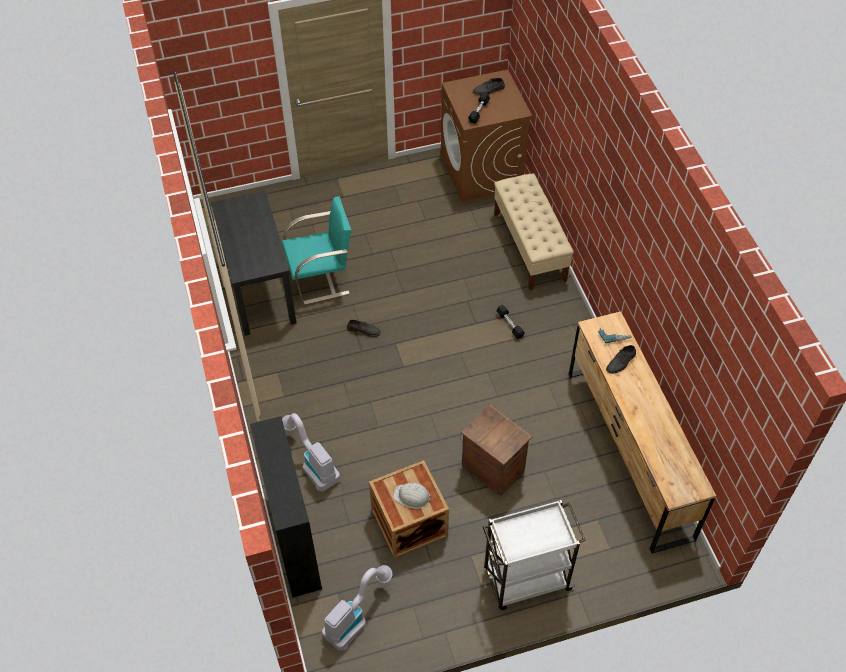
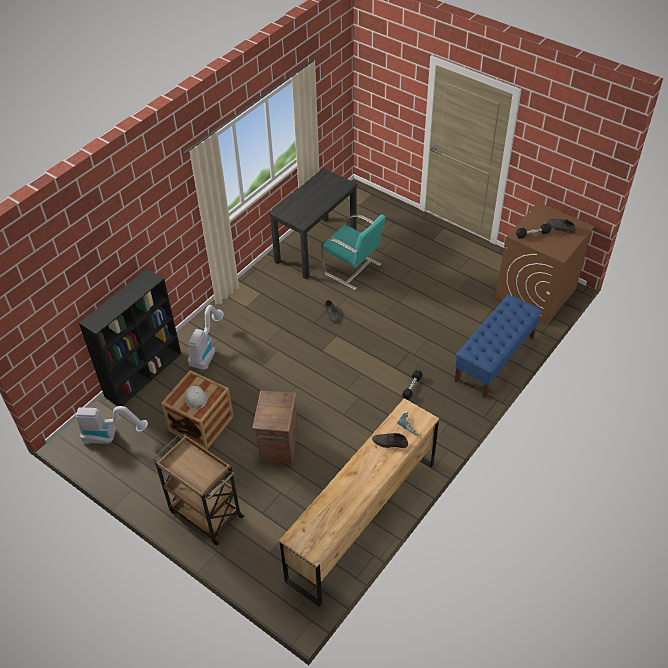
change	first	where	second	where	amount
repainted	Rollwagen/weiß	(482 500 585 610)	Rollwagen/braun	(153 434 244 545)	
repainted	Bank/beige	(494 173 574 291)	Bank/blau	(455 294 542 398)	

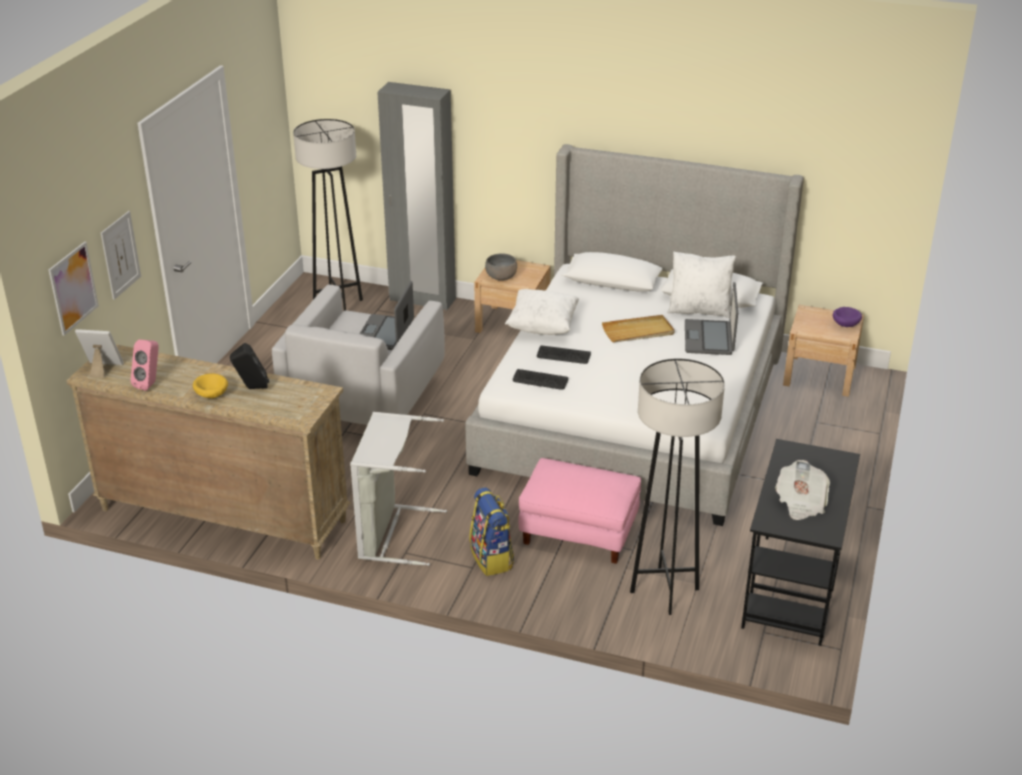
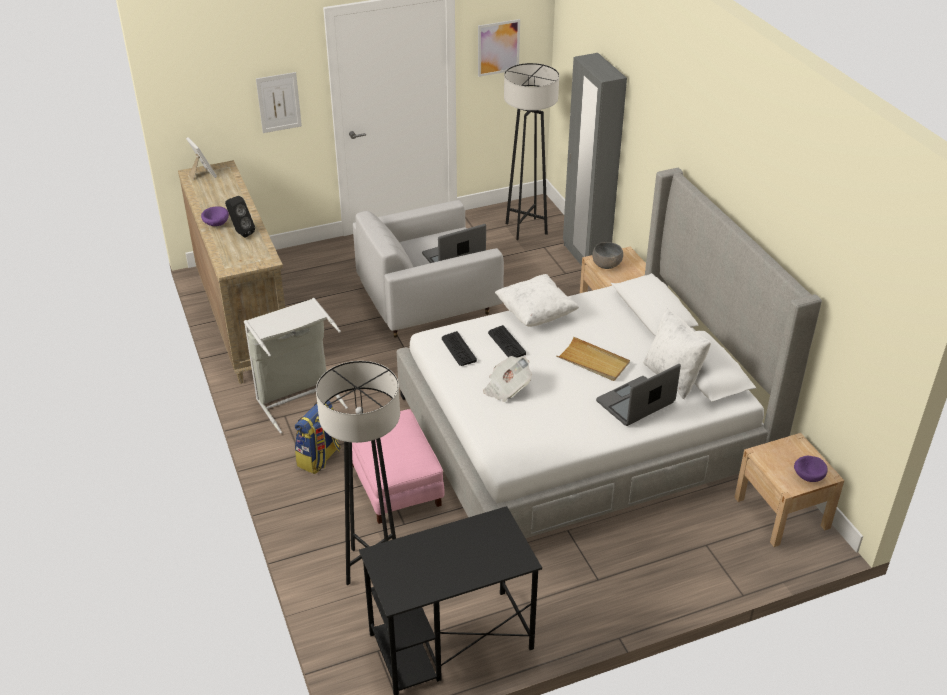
change	first	where	second	where	amount
shifted	Bild	(49 242 99 336)		(478 19 520 77)	
gone	Lautsprecher/rosa	(131 340 159 391)			
repainted	Schüssel/gelb	(193 373 228 398)	Schüssel/lila	(201 206 229 226)	
shifted	Zeitung	(775 460 830 520)		(483 356 532 402)	

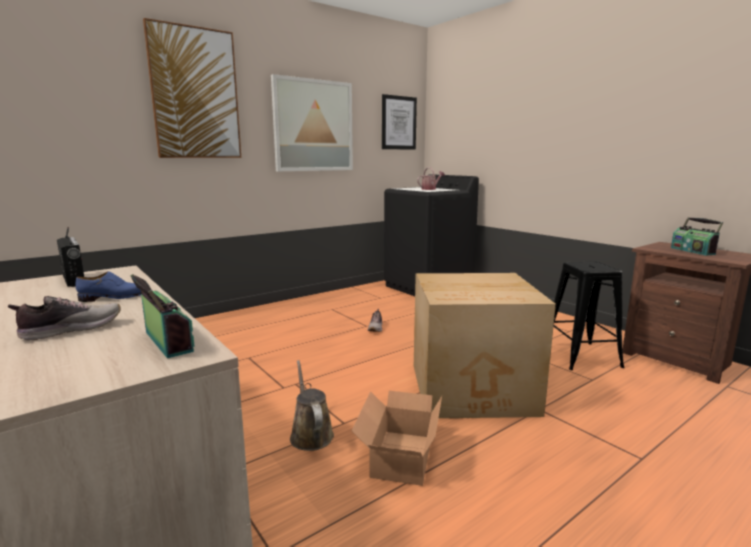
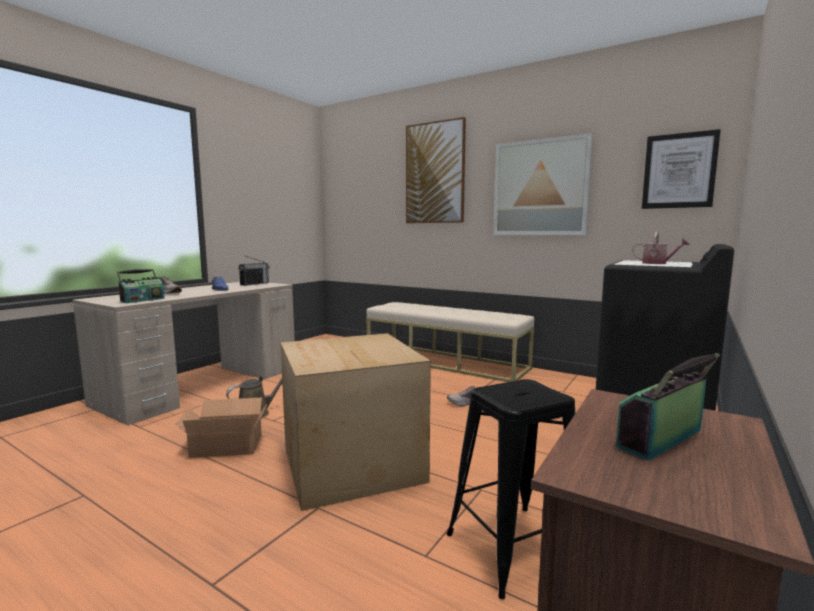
change	first	where	second	where	amount
new			Bank/beige	(367 302 534 382)	

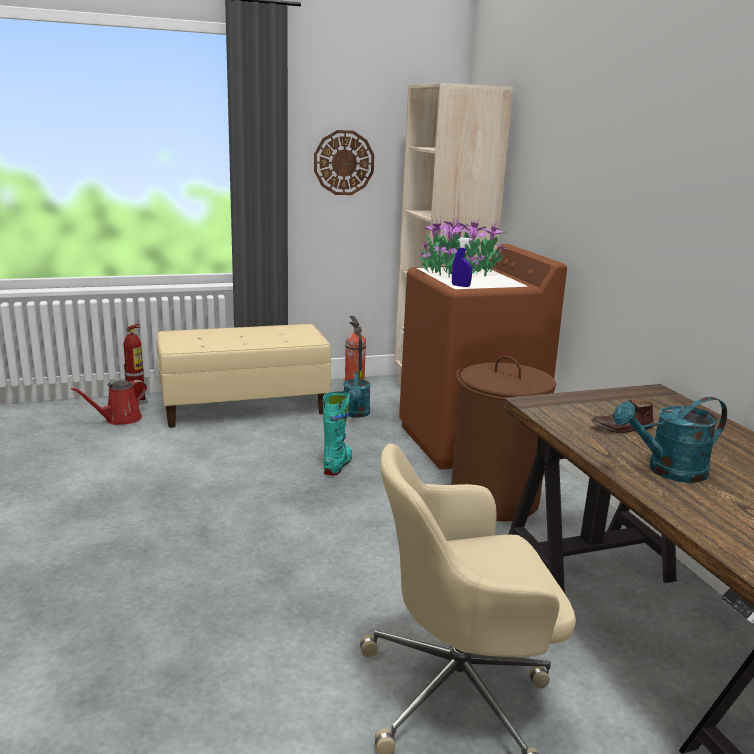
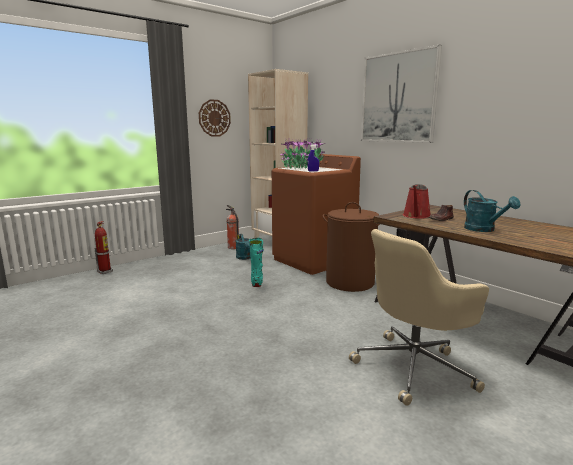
change	first	where	second	where	amount
shifted	Gießkanne/rot	(71 380 147 425)		(403 184 431 219)	
gone	Bank/beige	(157 324 331 428)			
rotated	Gießkanne/türkis	(613 397 727 483)		(464 190 520 232)	75 degrees counterclockwise
new			Bild	(361 45 442 143)	

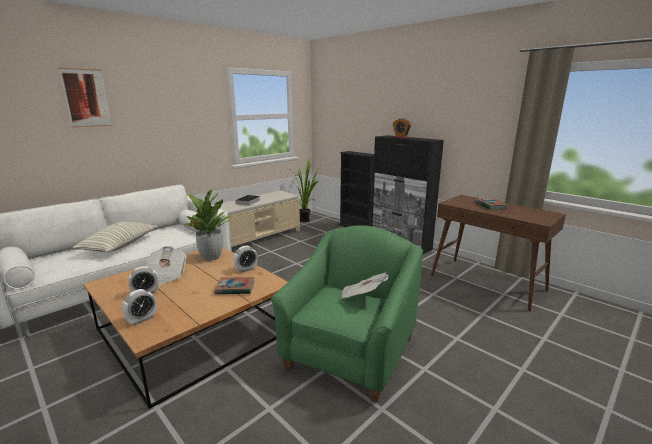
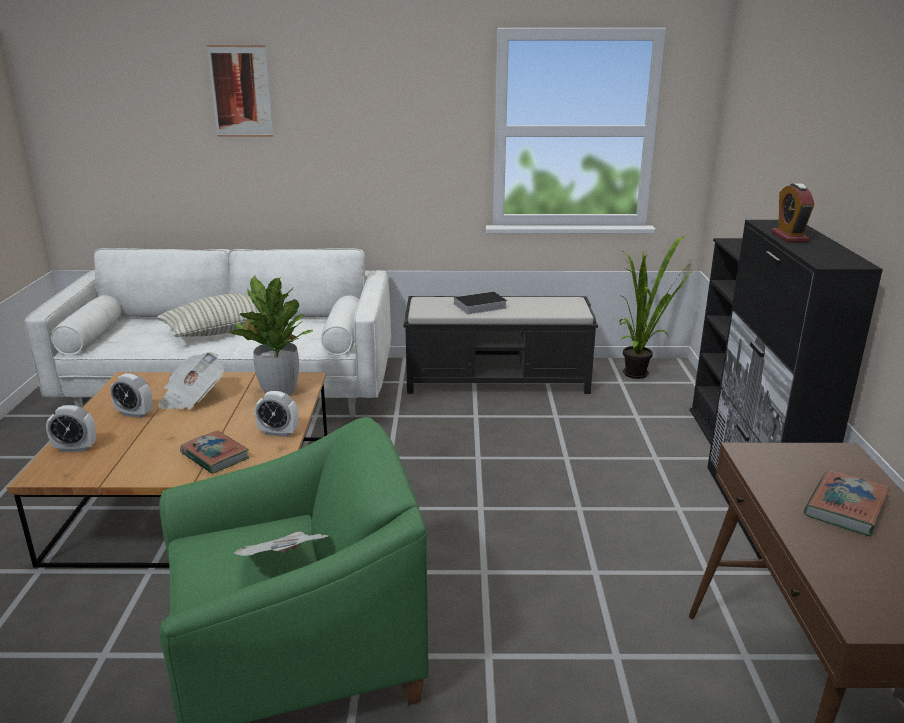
change	first	where	second	where	amount
repainted	Bank/beige	(220 190 300 247)	Bank/schwarz	(404 296 598 394)	

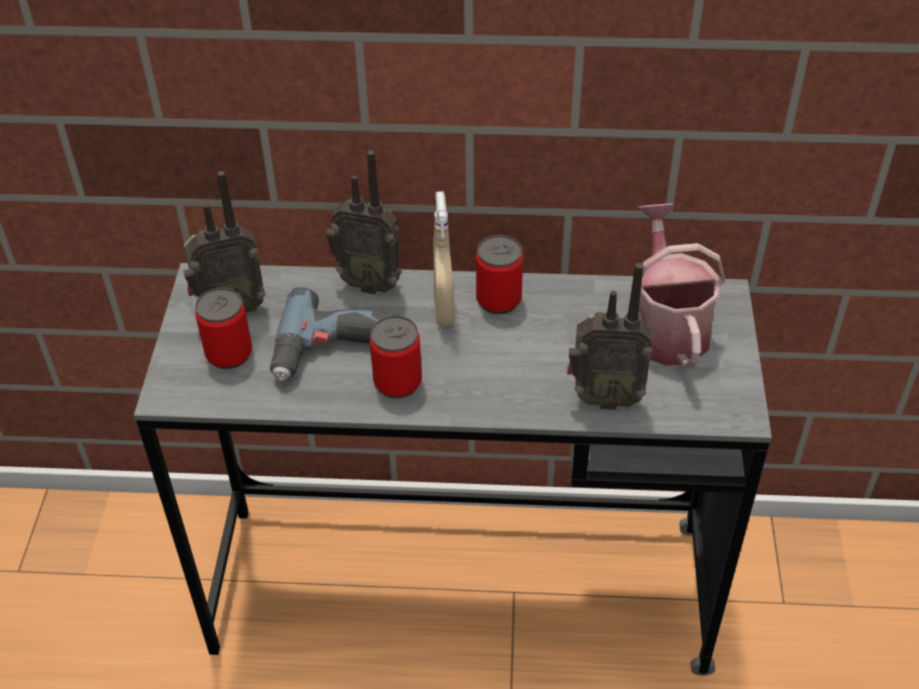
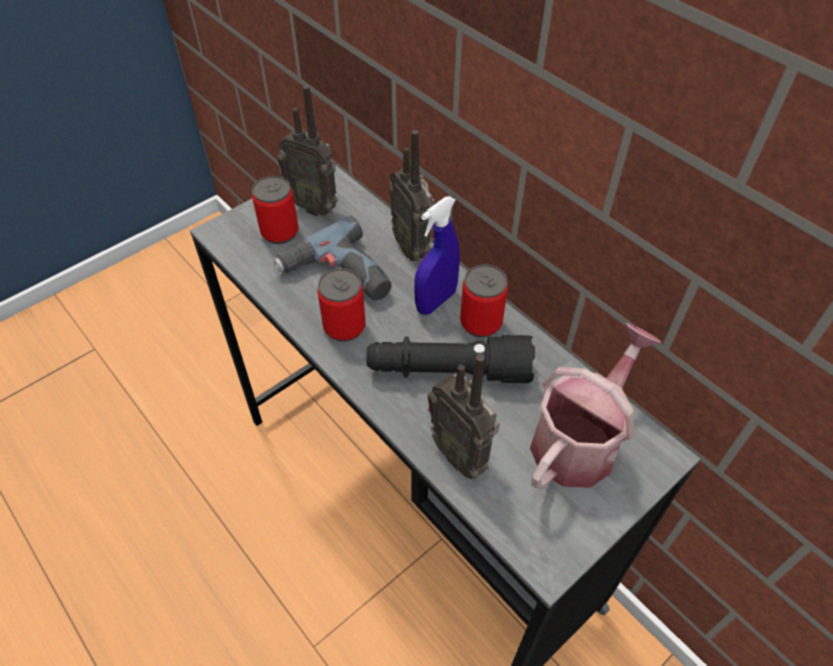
change	first	where	second	where	amount
repainted	Sprühflasche/beige	(433 191 454 327)	Sprühflasche/blau	(414 196 460 315)	
new			Taschenlampe/schwarz	(366 335 535 383)	

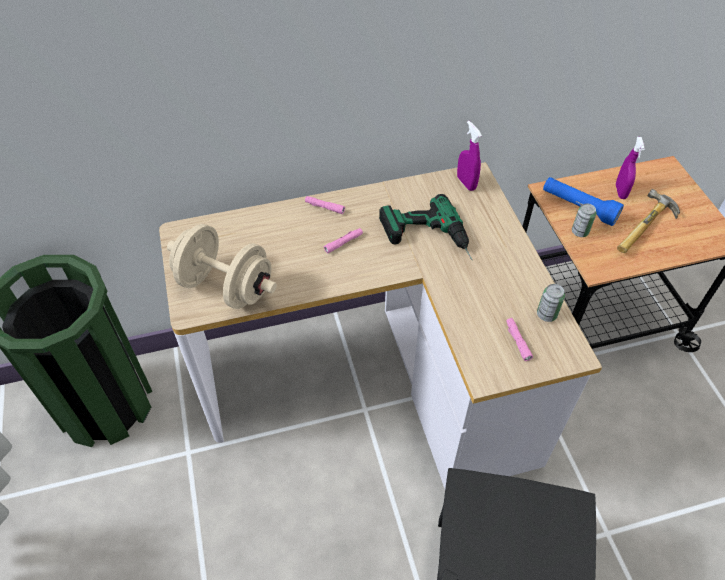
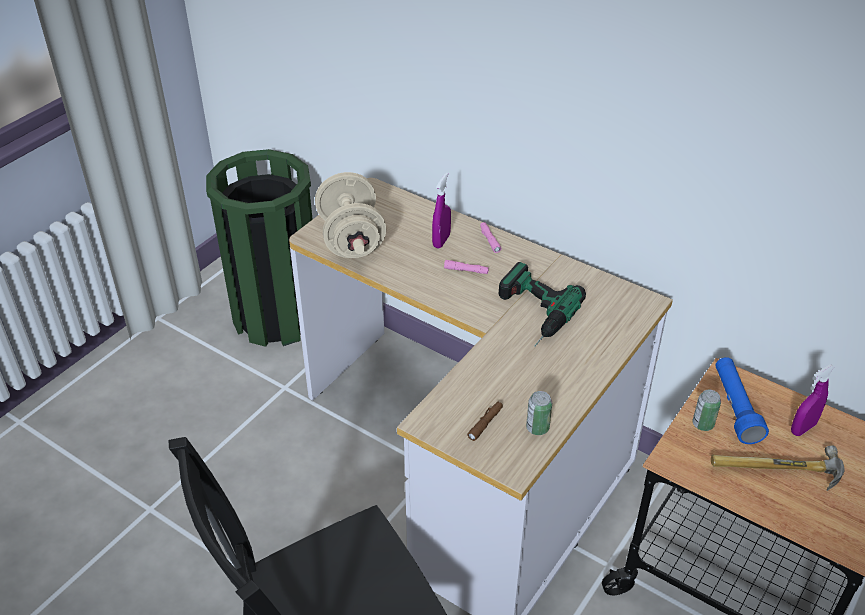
change	first	where	second	where	amount
shifted	Sprühflasche/lila	(457 121 482 191)		(432 173 451 249)	
repainted	Taschenlampe/rosa	(506 318 533 361)	Taschenlampe/braun	(467 402 503 441)	

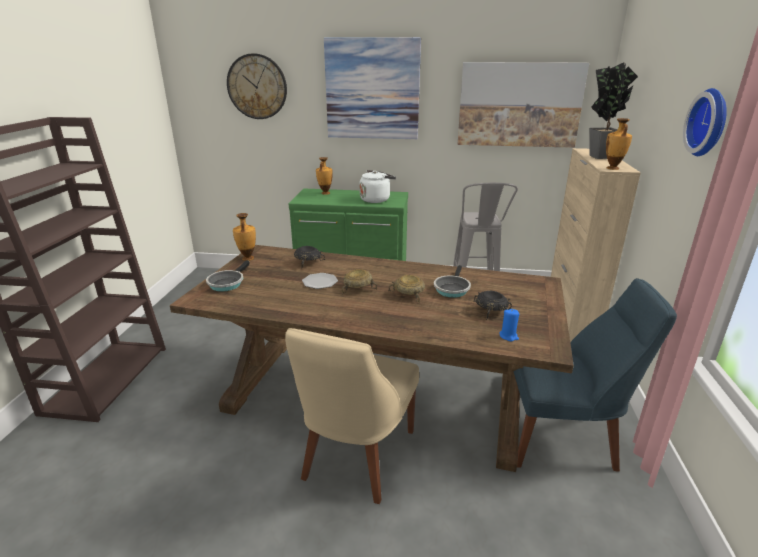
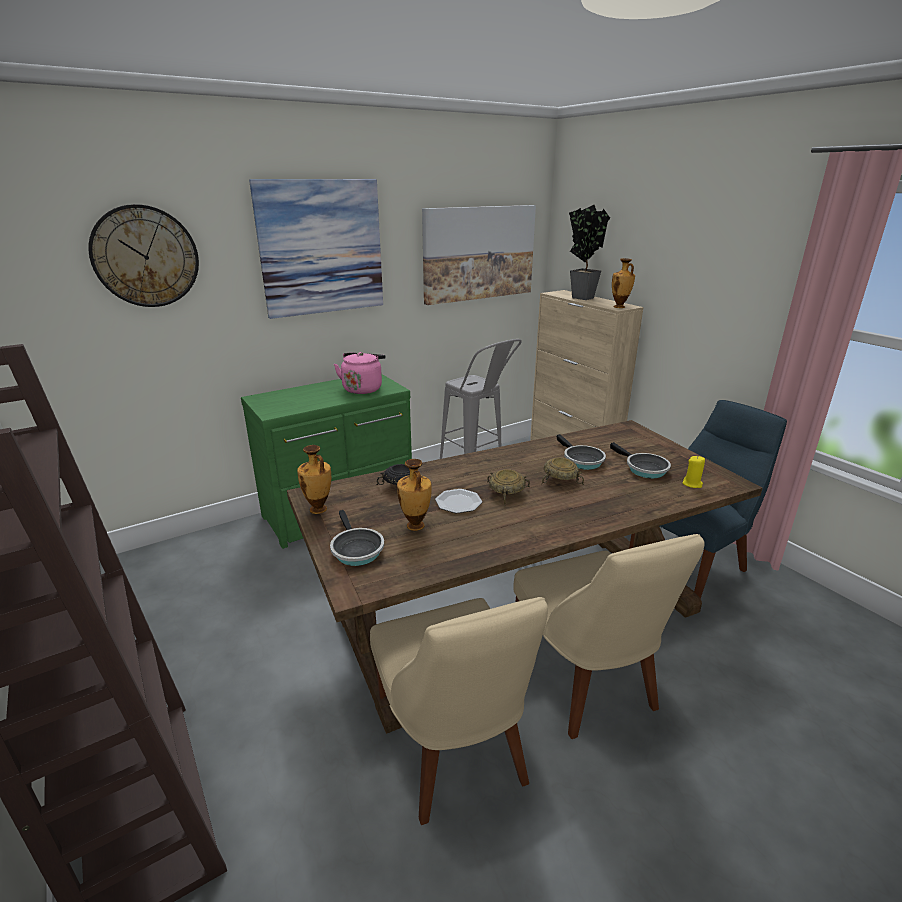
change	first	where	second	where	amount
shifted	Vase	(316 157 333 195)		(397 459 432 531)	
repainted	Wasserkessel/weiß	(359 170 396 203)	Wasserkessel/rosa	(334 352 386 394)	
swapped	Schüssel/schwarz	(474 291 512 320)	Pfanne	(610 442 671 478)	
repainted	Kerze/blau	(499 309 519 341)	Kerze/gelb	(682 456 705 488)	
gone	Wanduhr	(683 88 727 156)			
new			Stuhl/beige	(370 597 548 825)	

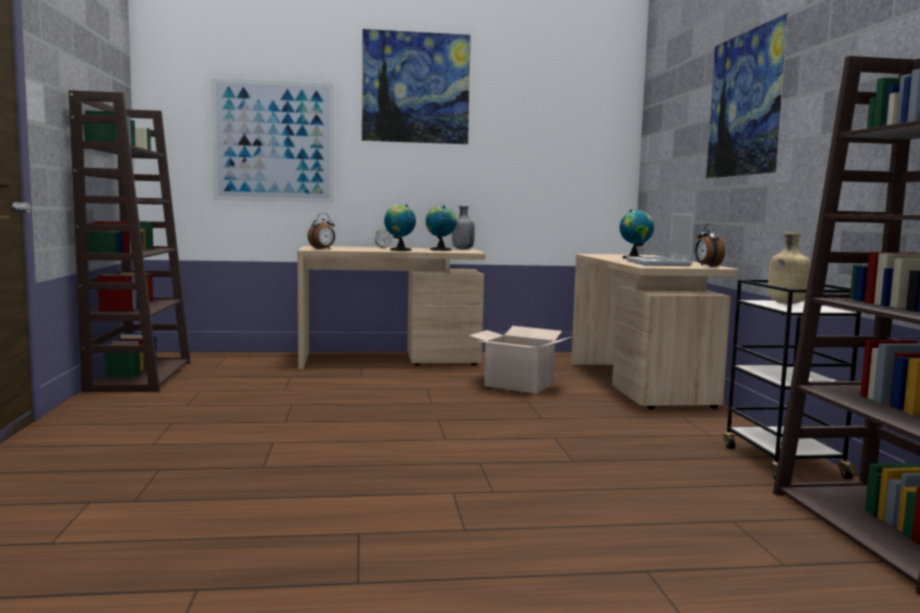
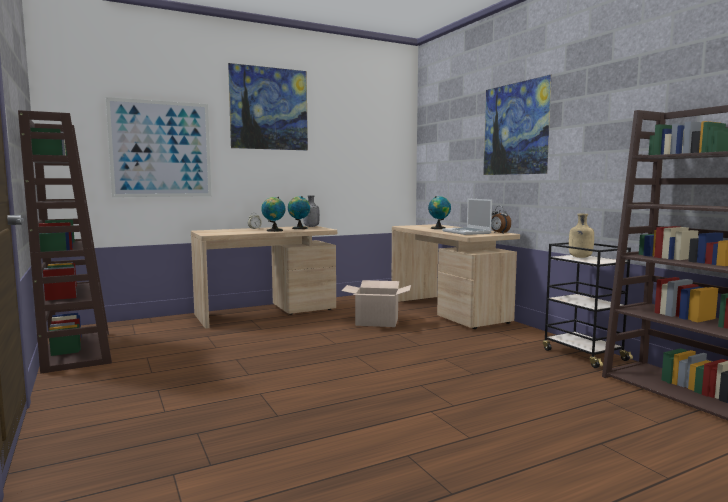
change	first	where	second	where	amount
gone	Wecker	(308 213 335 249)			

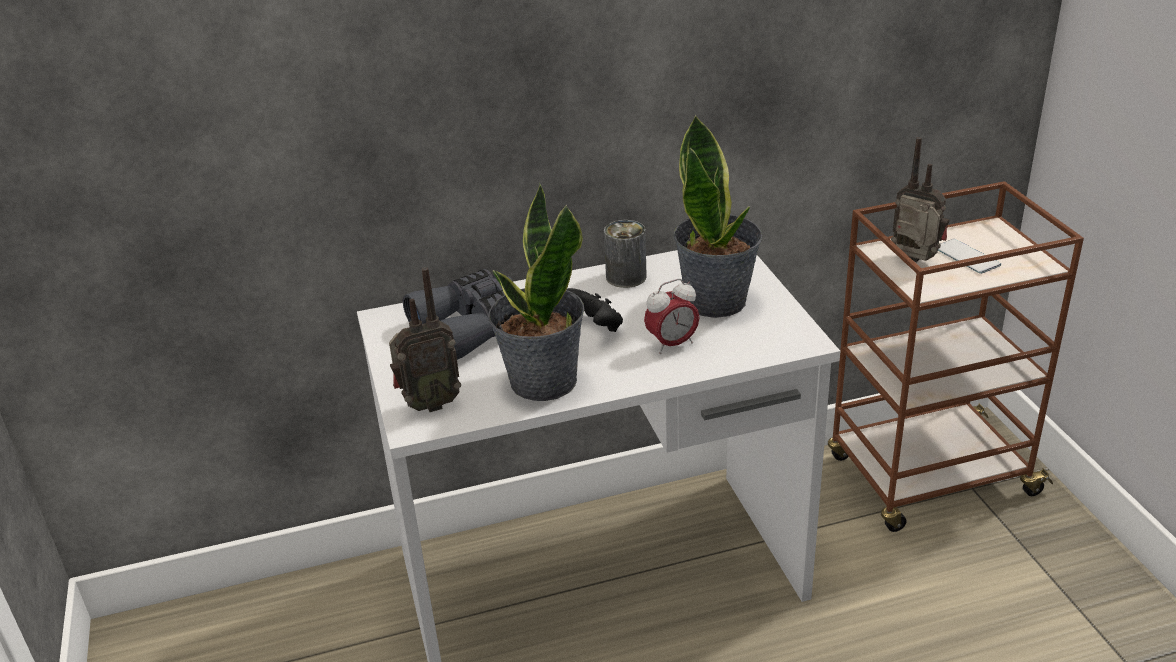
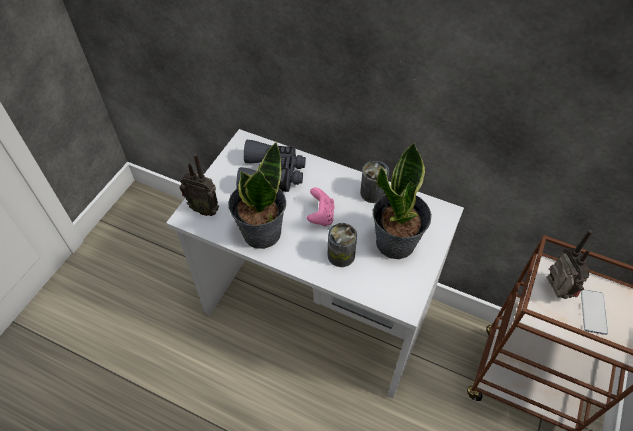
change	first	where	second	where	amount
repainted	Gamepad/schwarz	(566 288 623 332)	Gamepad/rosa	(307 187 335 227)	
swapped	Wecker	(644 279 700 354)	Dose	(328 223 357 267)	

